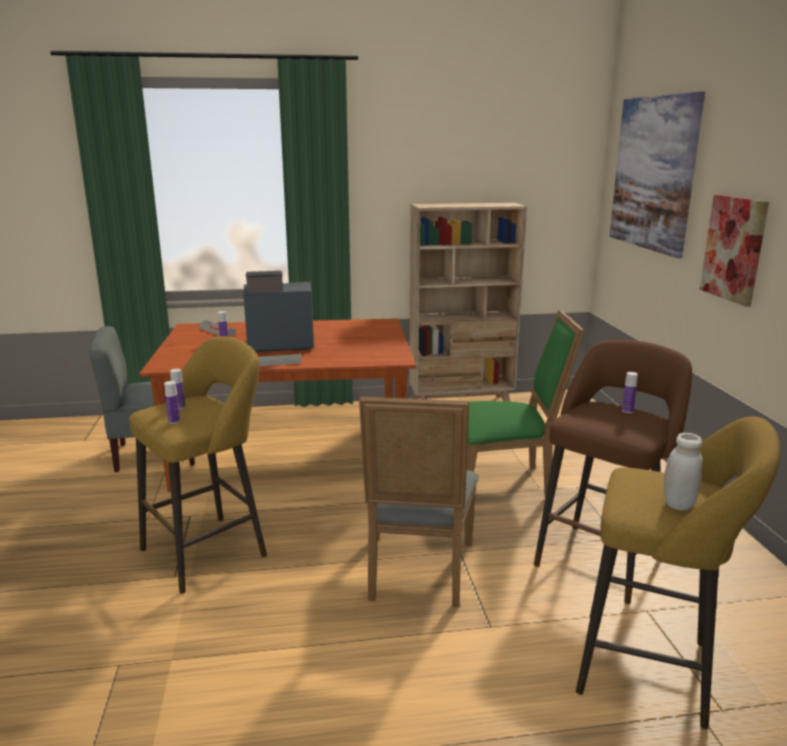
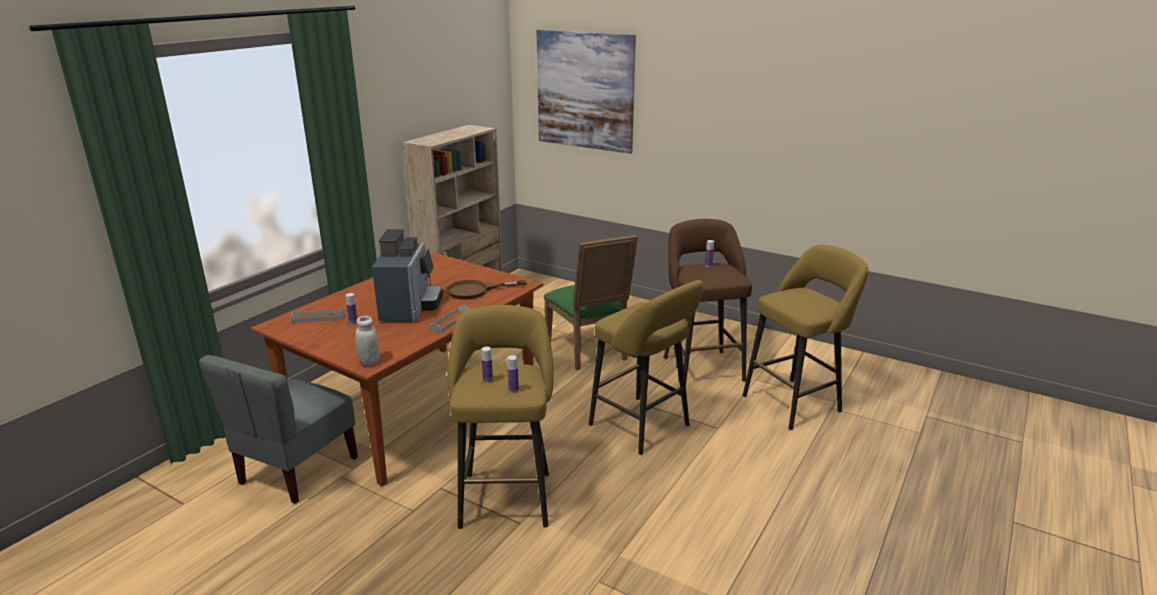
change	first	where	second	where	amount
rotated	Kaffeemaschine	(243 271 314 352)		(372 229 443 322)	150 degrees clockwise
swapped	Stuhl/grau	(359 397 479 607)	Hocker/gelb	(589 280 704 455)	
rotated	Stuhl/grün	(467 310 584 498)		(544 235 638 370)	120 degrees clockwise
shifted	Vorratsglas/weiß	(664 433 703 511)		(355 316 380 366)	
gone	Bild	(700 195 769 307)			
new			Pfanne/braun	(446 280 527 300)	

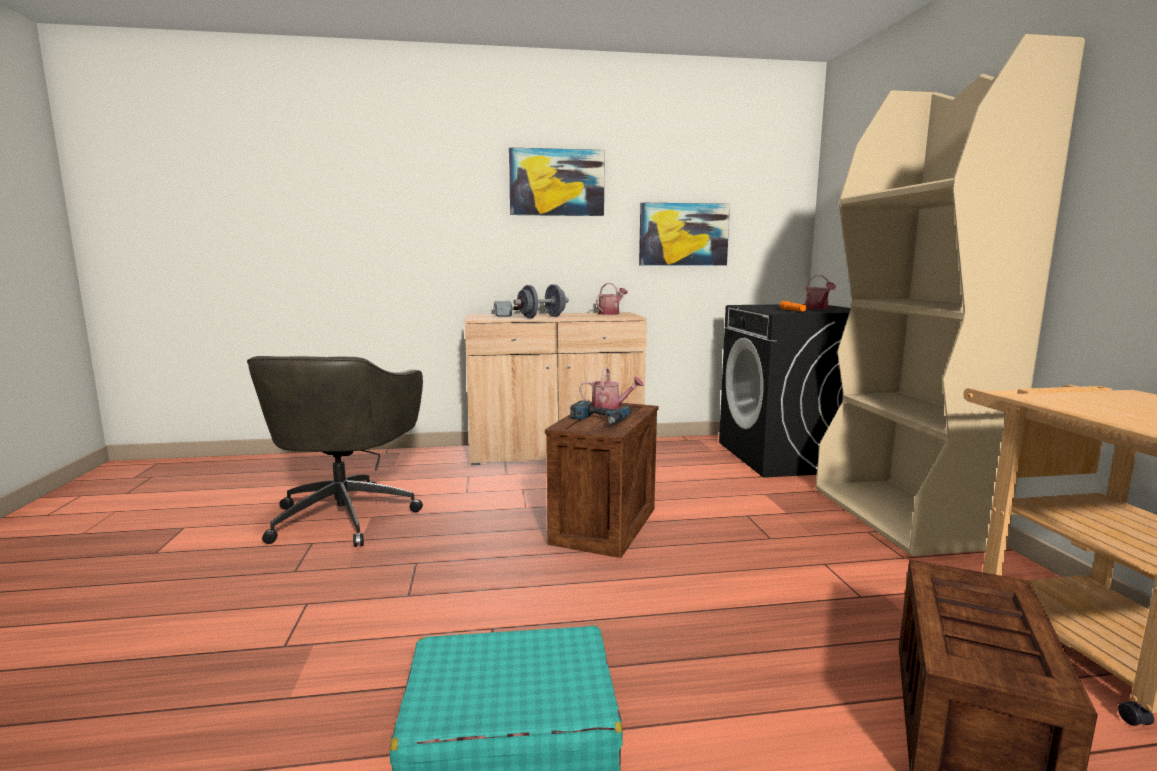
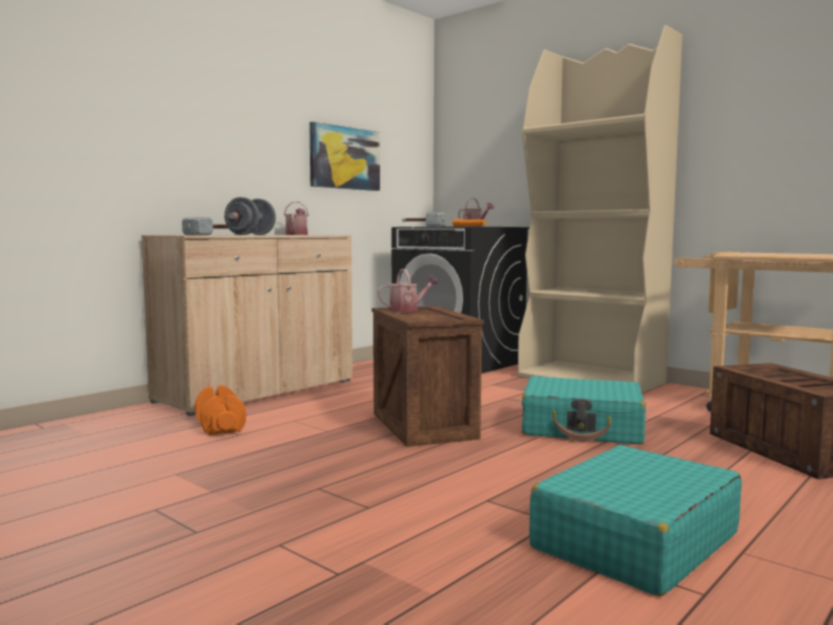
change	first	where	second	where	amount
gone	Bürostuhl/grau	(247 356 423 547)			
gone	Bild	(509 147 605 216)			
gone	Bohrmaschine	(570 400 632 424)			
new			Hantel/orange	(195 385 246 435)	
new			Hammer	(402 212 446 227)	
new			Koffer/türkis	(522 376 646 445)	

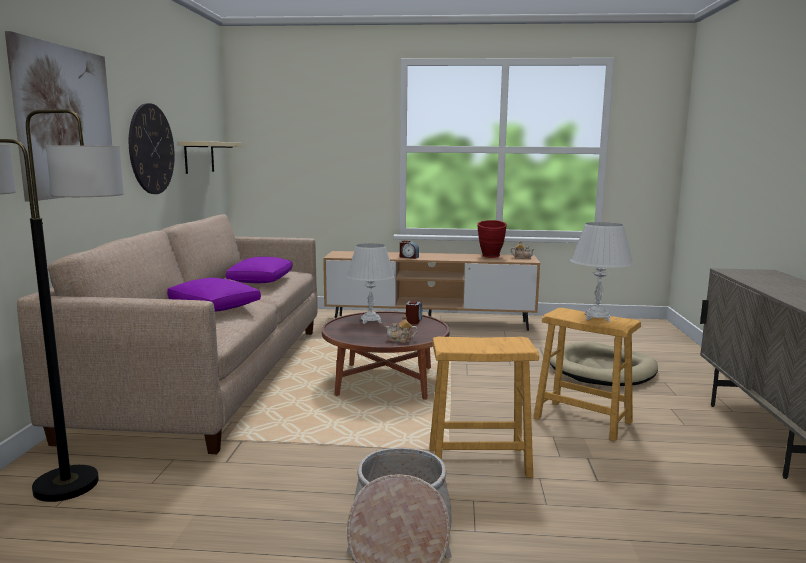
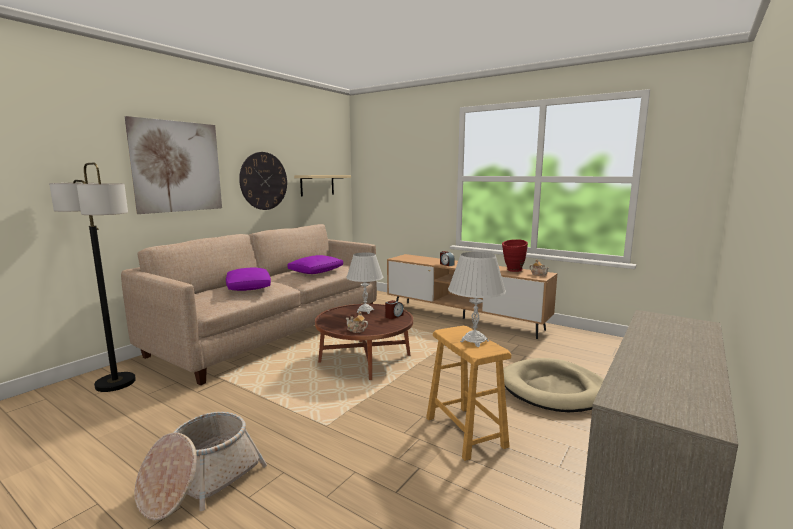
change	first	where	second	where	amount
gone	Hocker/braun	(429 337 539 478)			

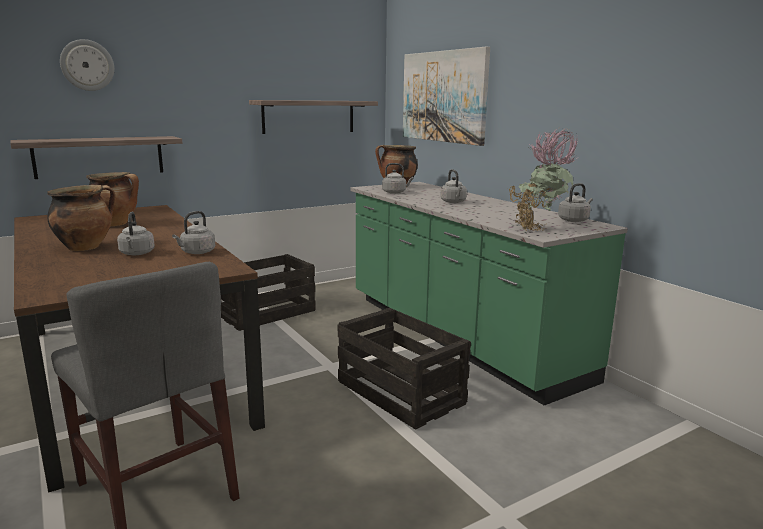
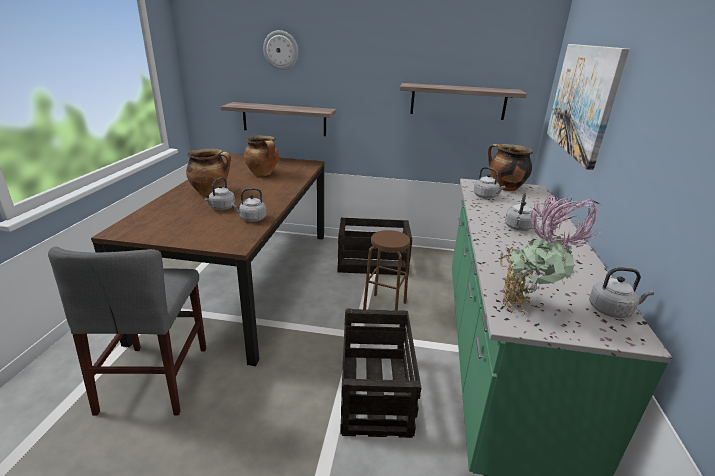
change	first	where	second	where	amount
new			Hocker/braun	(363 230 410 311)	

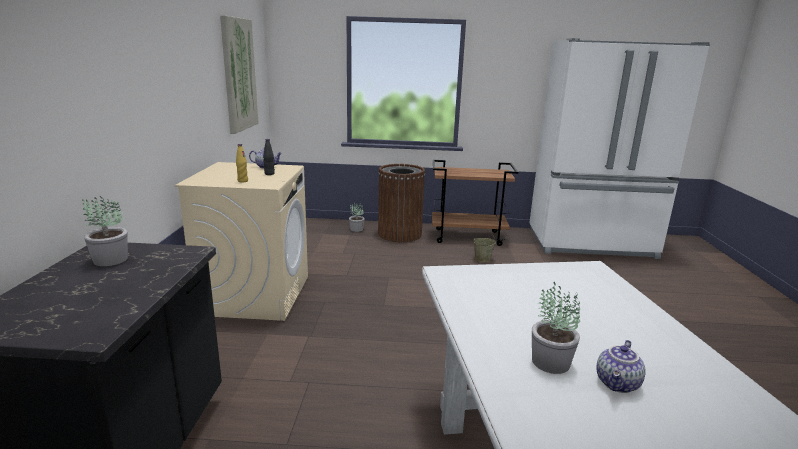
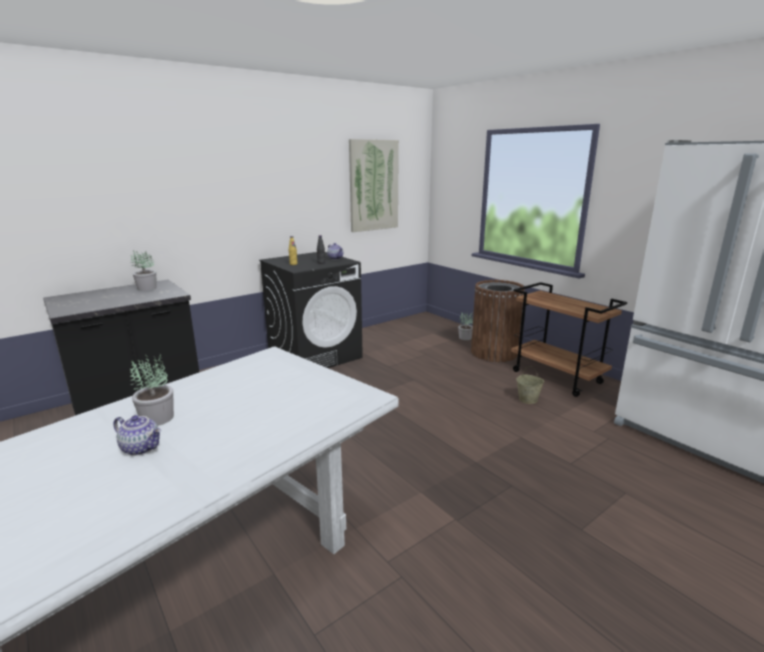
change	first	where	second	where	amount
repainted	Waschmaschine/beige	(175 162 308 321)	Waschmaschine/schwarz	(259 252 363 368)	
rotated	Teekanne	(596 340 646 393)		(113 415 161 456)	150 degrees counterclockwise

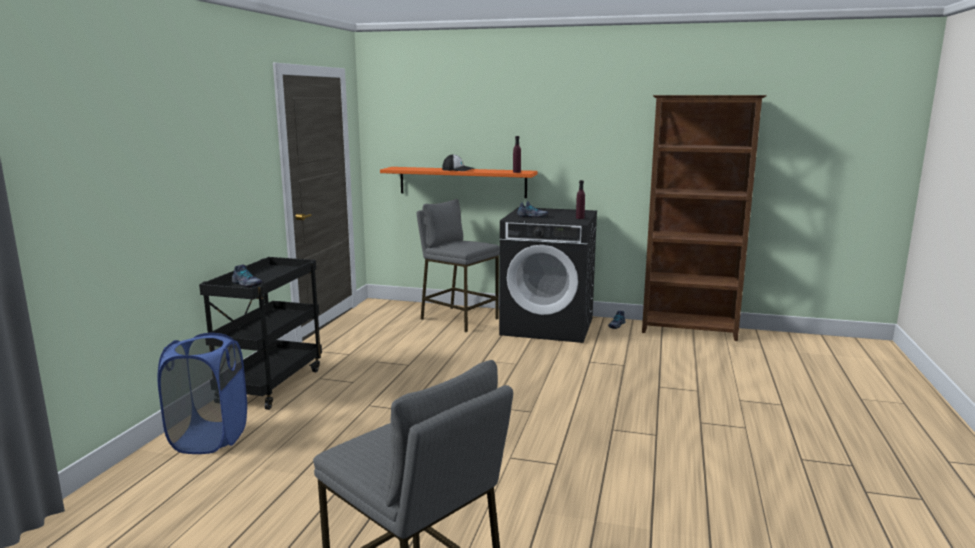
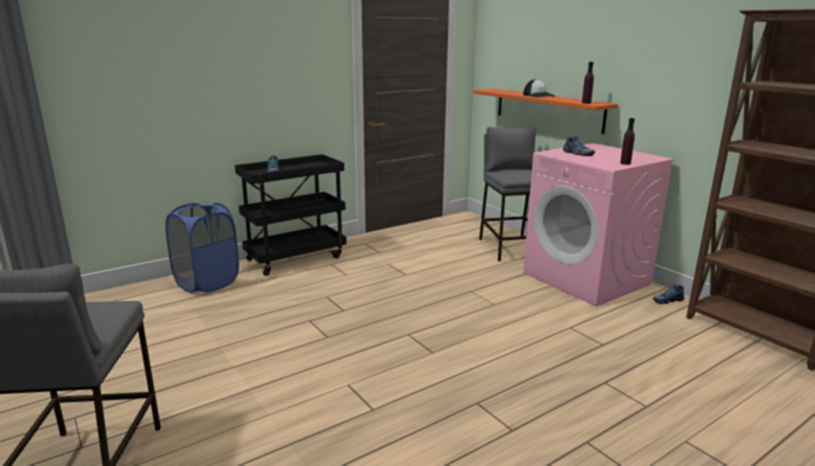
change	first	where	second	where	amount
repainted	Waschmaschine/schwarz	(499 207 597 343)	Waschmaschine/rosa	(523 143 674 307)	

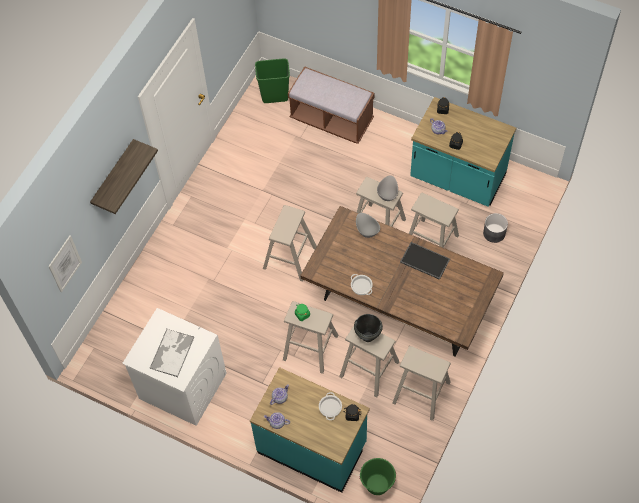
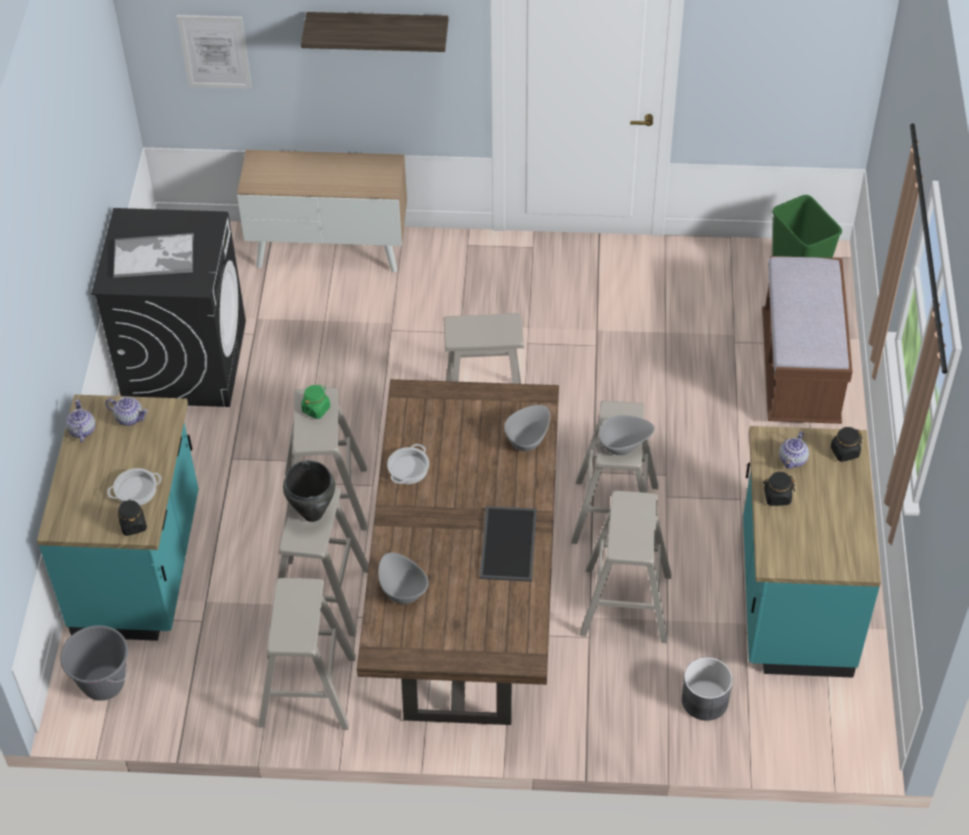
change	first	where	second	where	amount
repainted	Waschmaschine/weiß	(122 308 227 426)	Waschmaschine/schwarz	(91 208 246 407)	
repainted	Eimer/grün	(359 458 396 495)	Eimer/grau	(60 625 128 701)	
new			Schrank	(237 150 407 273)	
new			Schüssel/grau	(378 553 428 604)	

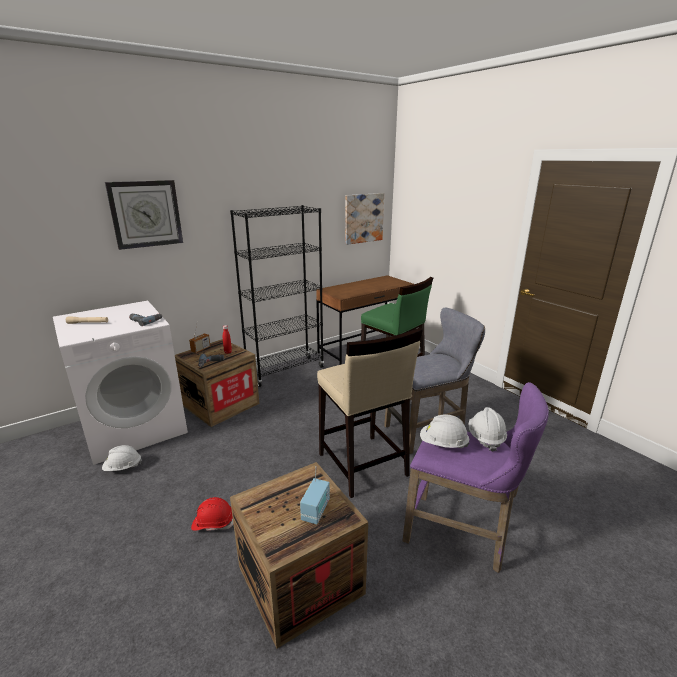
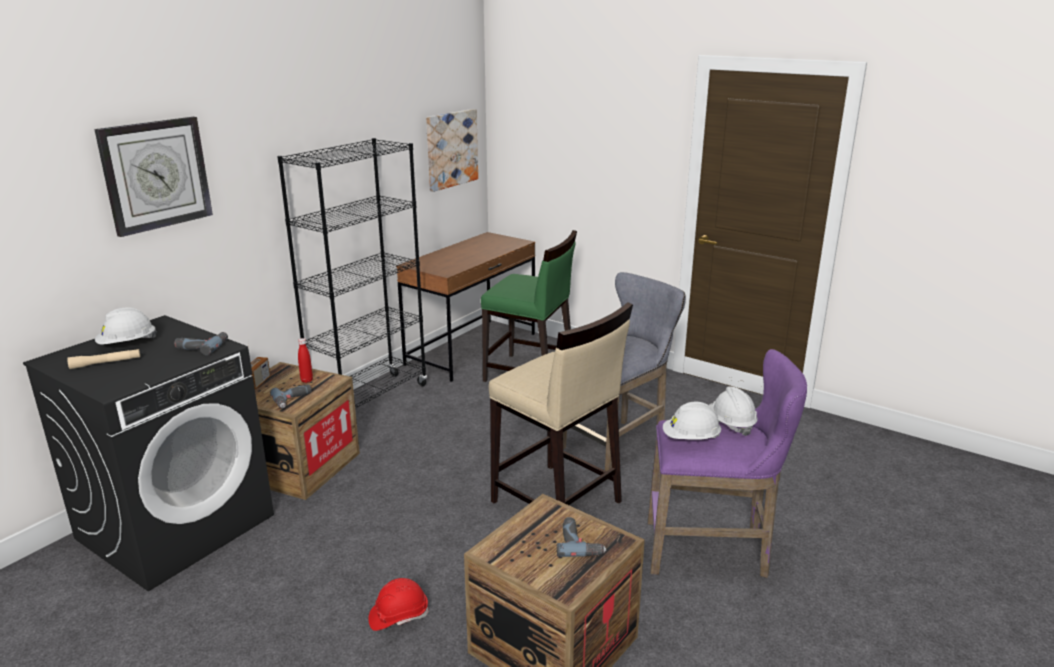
change	first	where	second	where	amount
repainted	Waschmaschine/weiß	(53 301 188 465)	Waschmaschine/schwarz	(23 315 274 592)	
shifted	Schutzhelm/weiß	(102 445 142 471)		(95 307 157 344)	
swapped	Radio	(300 466 330 524)	Bohrmaschine	(557 517 606 557)	

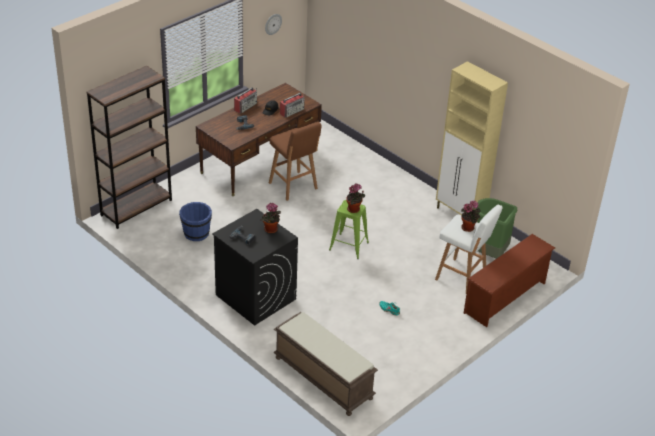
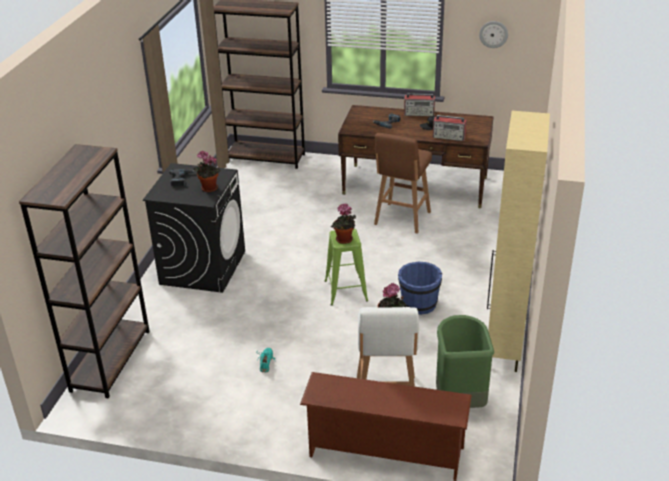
change	first	where	second	where	amount
shifted	Eimer/blau	(179 202 212 241)		(398 262 442 315)	
swapped	Bank/braun	(274 312 378 416)	Bücherregal/braun	(19 144 150 398)	

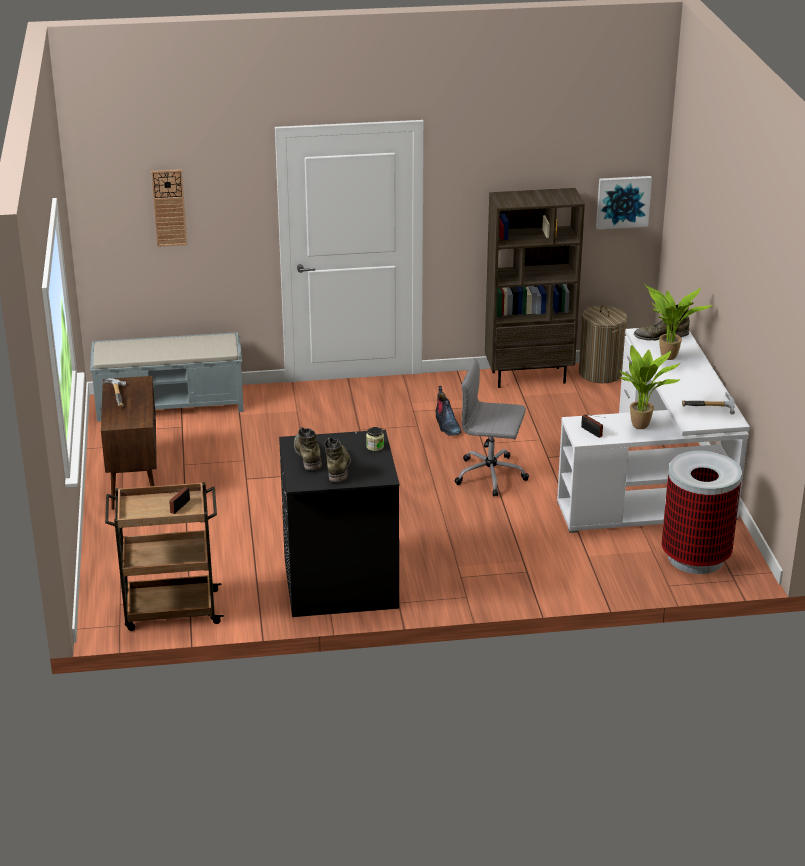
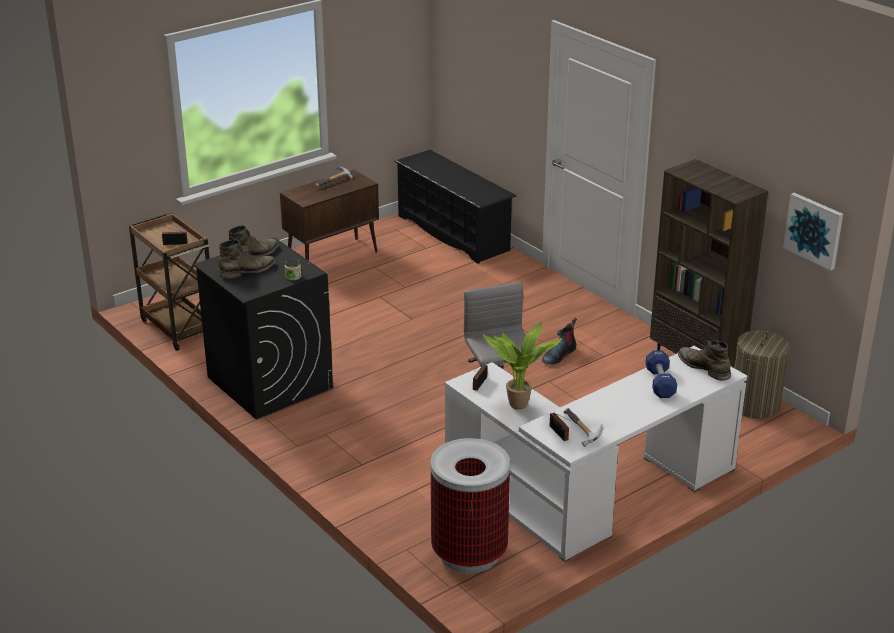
change	first	where	second	where	amount
swapped	Bank/grau	(90 332 244 422)	Schuhregal/schwarz	(394 150 516 264)	
gone	Wanduhr	(151 169 187 247)			
swapped	Topfpflanze	(645 285 712 360)	Hantel/blau	(646 350 677 398)	
new			Radio	(550 413 569 441)	

